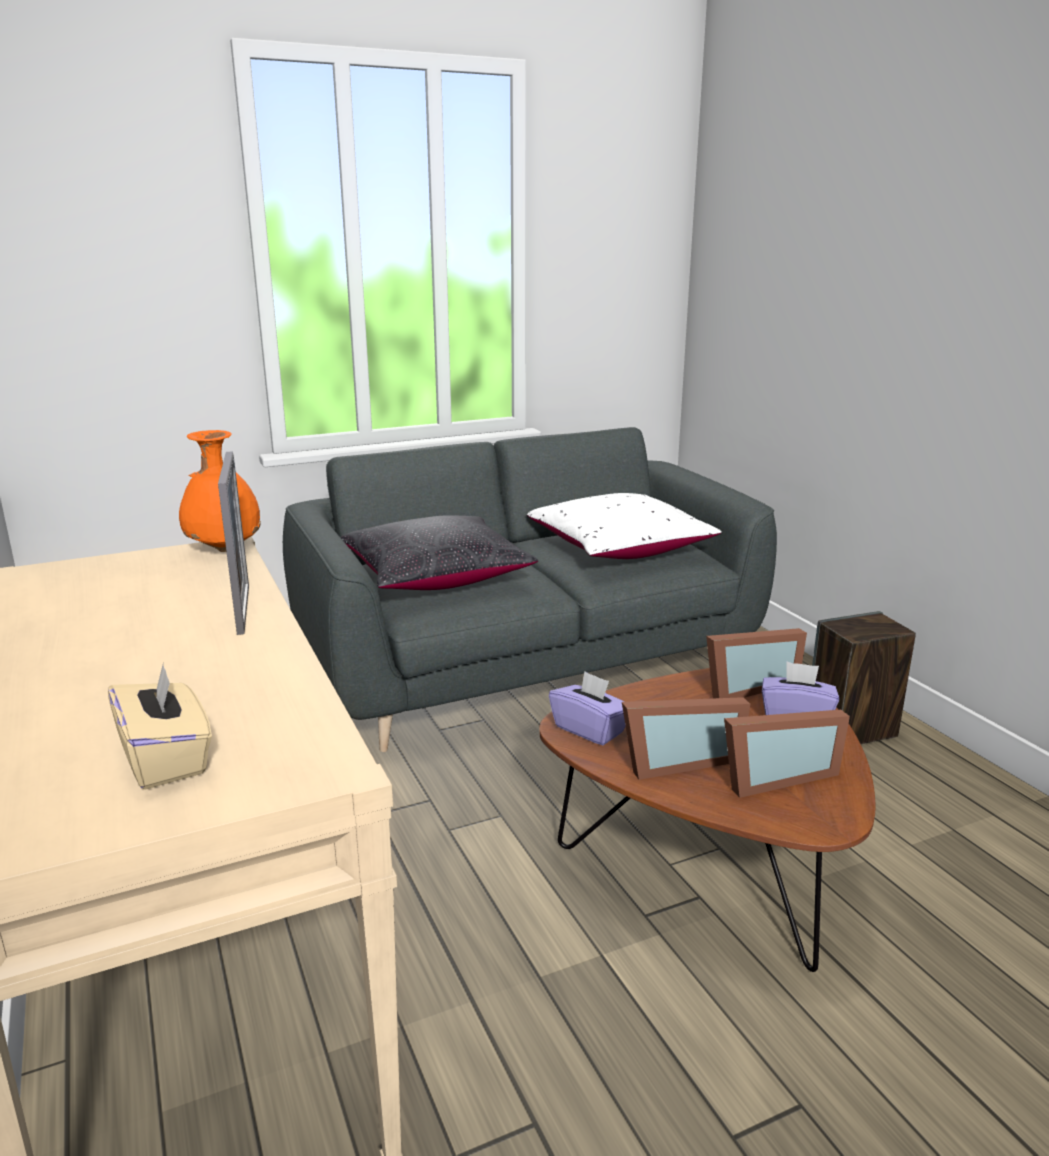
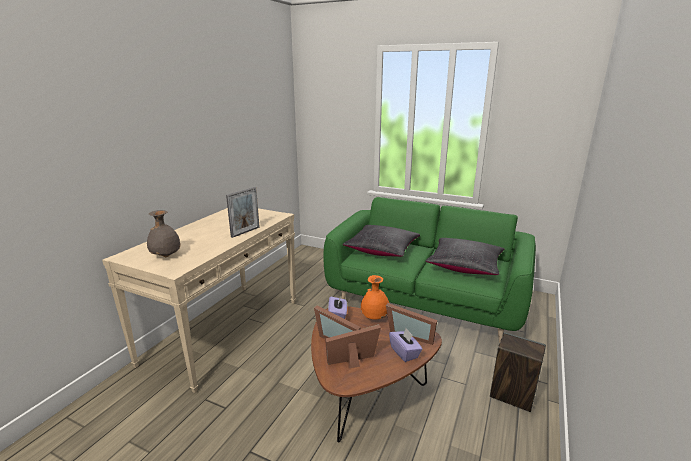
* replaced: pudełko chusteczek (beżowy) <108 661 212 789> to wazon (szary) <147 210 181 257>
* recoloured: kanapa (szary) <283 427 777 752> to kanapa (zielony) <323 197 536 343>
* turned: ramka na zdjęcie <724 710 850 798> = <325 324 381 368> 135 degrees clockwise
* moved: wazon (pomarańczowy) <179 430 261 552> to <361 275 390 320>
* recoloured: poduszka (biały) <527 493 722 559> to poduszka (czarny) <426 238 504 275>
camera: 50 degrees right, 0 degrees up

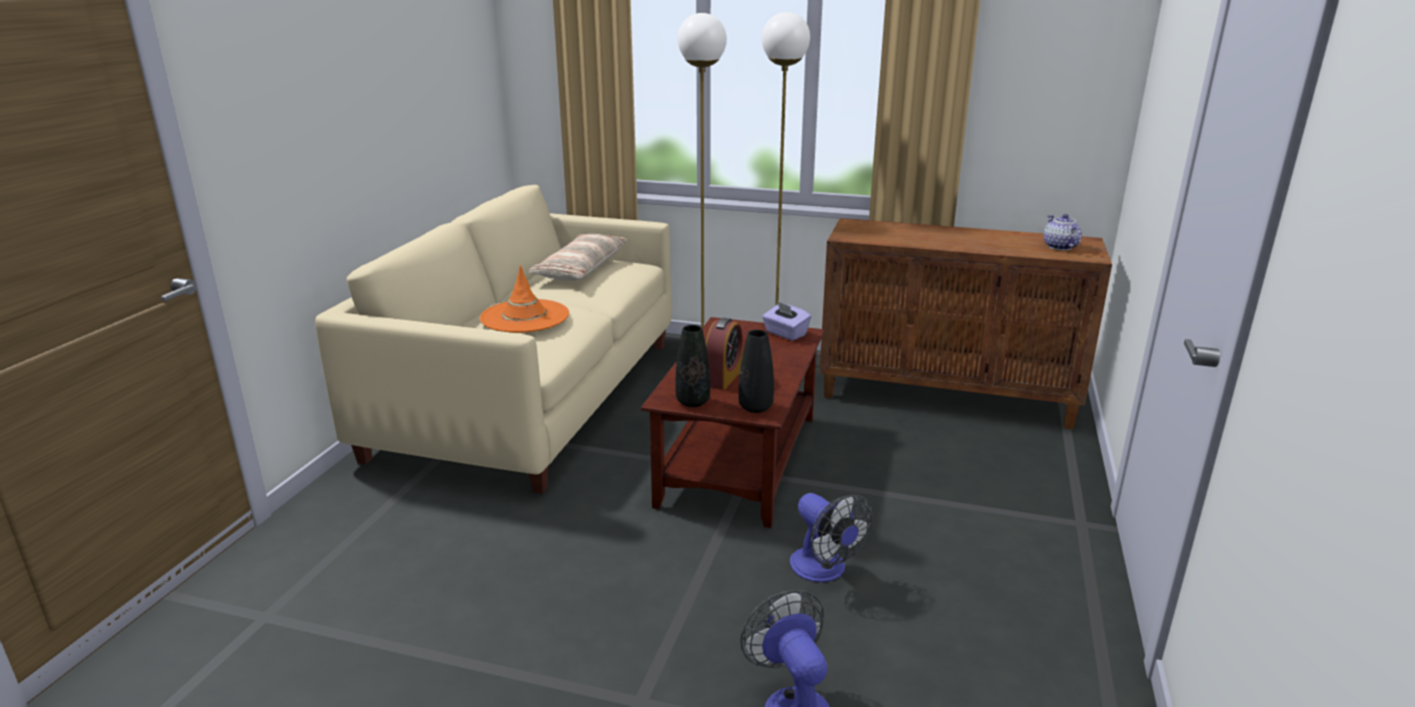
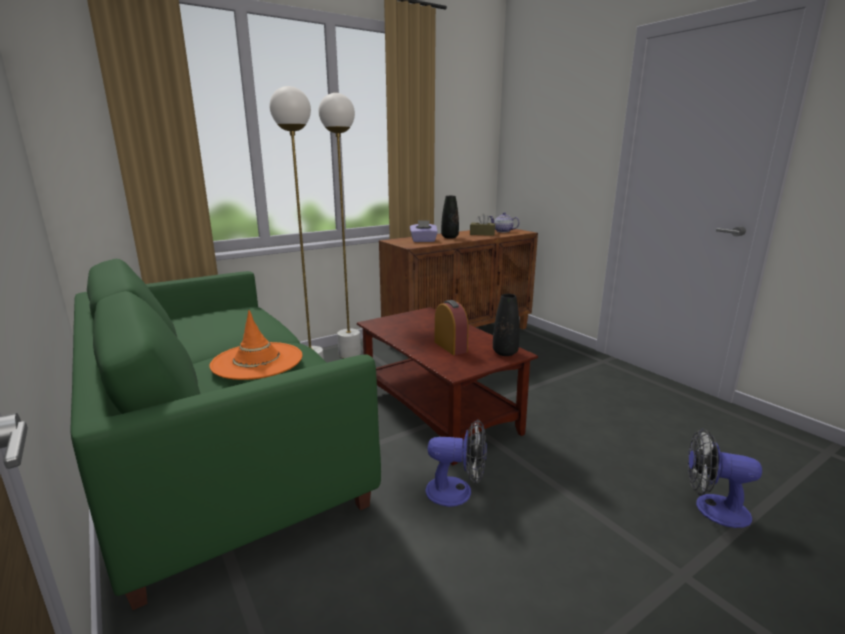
* recoloured: kanapa (beżowy) <315 185 672 494> to kanapa (zielony) <70 259 381 610>
* moved: pudełko chusteczek (fioletowy) <762 301 811 341> to <410 220 438 242>
* moved: wentylator <790 493 873 582> to <425 419 487 507>
* moved: wazon (czarny) <675 325 710 407> to <441 196 459 239>
* added: pudełko chusteczek (brązowy) <470 214 495 236>
* removed: poduszka <529 234 629 281>
camera: 50 degrees left, 5 degrees down

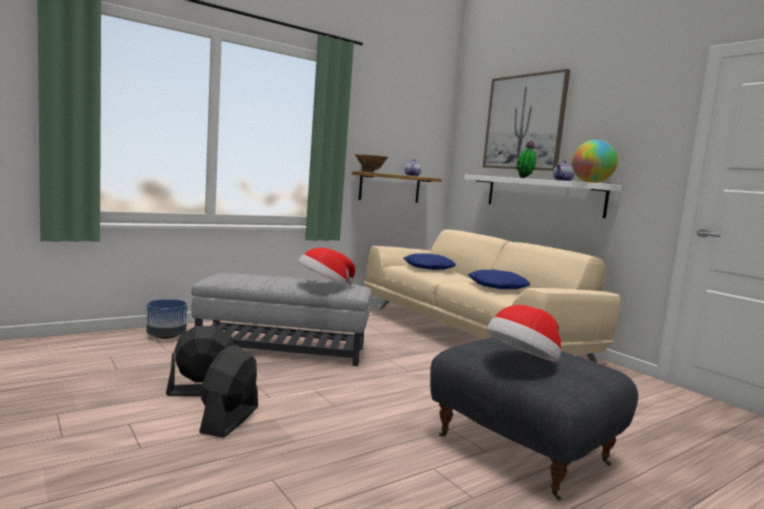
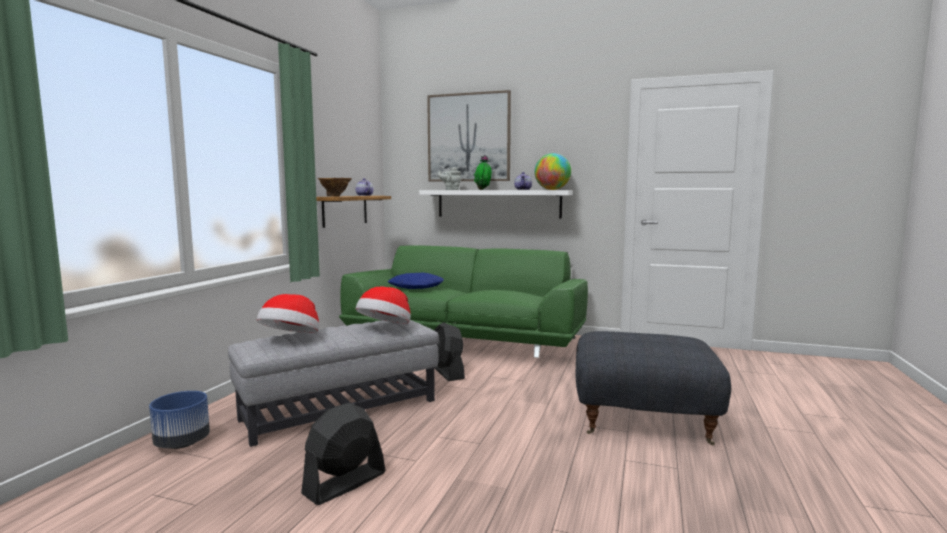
* moved: kapelusz <486 305 561 362> to <257 294 319 333>
* recoloured: kanapa (beżowy) <363 229 620 363> to kanapa (zielony) <339 245 588 358>
* moved: wentylator (czarny) <199 345 258 438> to <434 322 465 381>
* added: imbryk (szary) <438 167 461 190>
* removed: poduszka (niebieski) <468 270 530 289>
camera: 35 degrees left, 0 degrees up

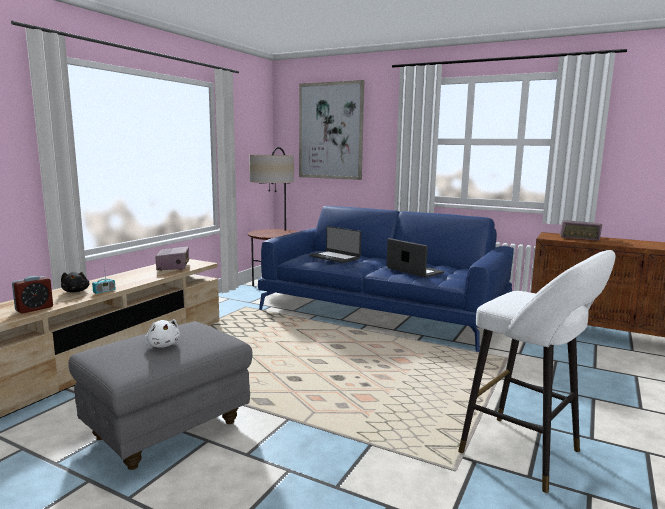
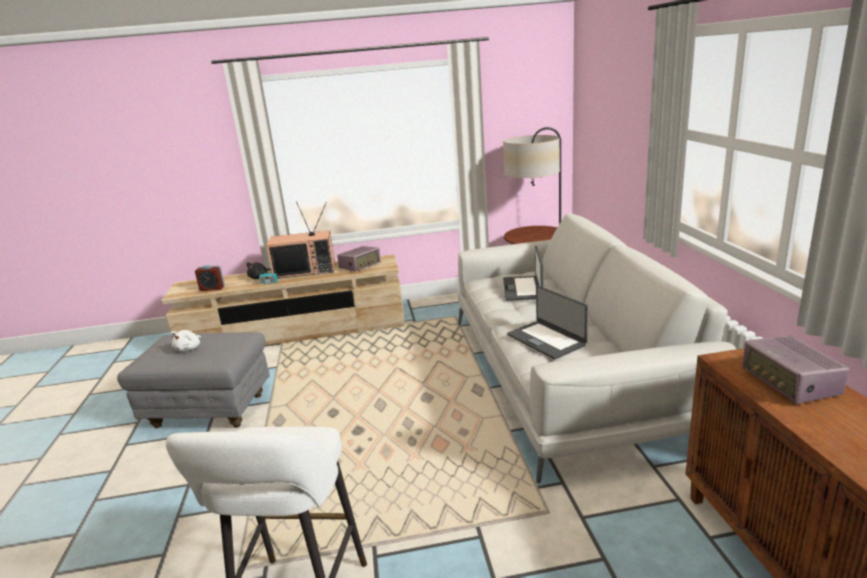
* added: telewizor <266 201 335 279>
* recoloured: kanapa (niebieski) <258 206 514 352> to kanapa (biały) <458 213 736 484>
* turned: laptop <387 238 444 278> = <507 285 588 359> 135 degrees clockwise
* removed: obraz <299 80 365 180>
camera: 55 degrees right, 10 degrees up

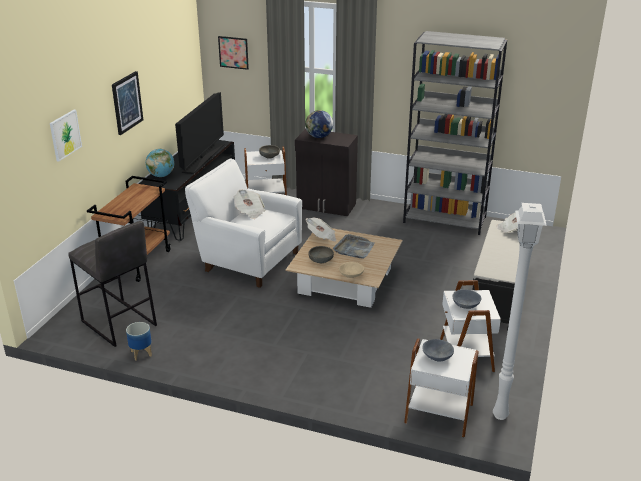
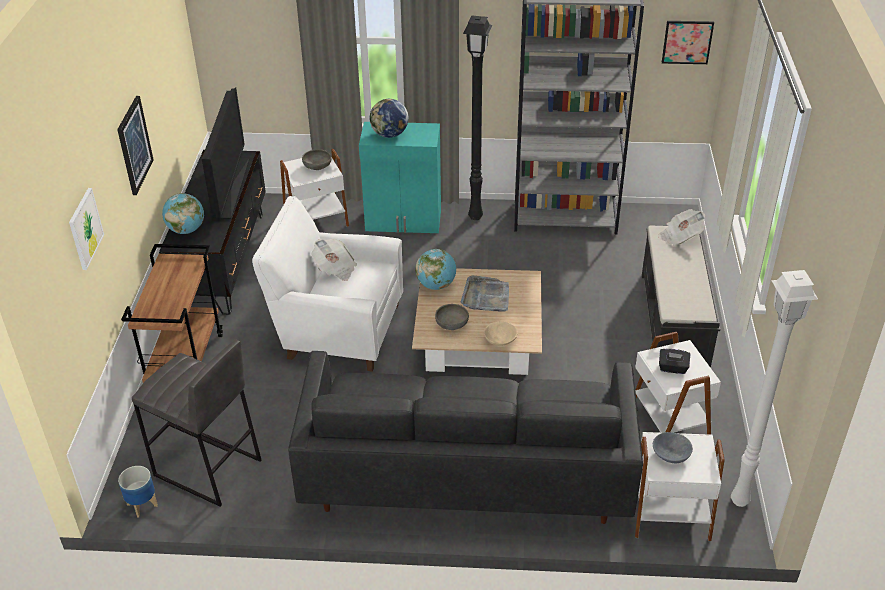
* moved: donica <126 322 152 361> to <118 466 158 517>
* added: kanapa (czarny) <288 351 643 524>
* recoloured: szafka (czarny) <295 129 358 216> to szafka (turkusowy) <359 122 441 233>
* replaced: gazeta <306 218 336 242> to globus <415 249 456 290>
* added: lampa stojąca (czarny) <463 15 492 220>
* replaced: miska (szary) <453 289 482 309> to pudełko chusteczek (czarny) <659 349 690 374>
* moved: obraz <218 36 249 70> to <662 21 714 64>
camera: 15 degrees left, 10 degrees up

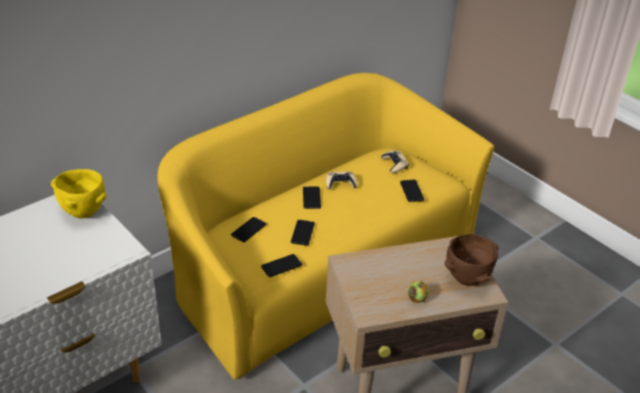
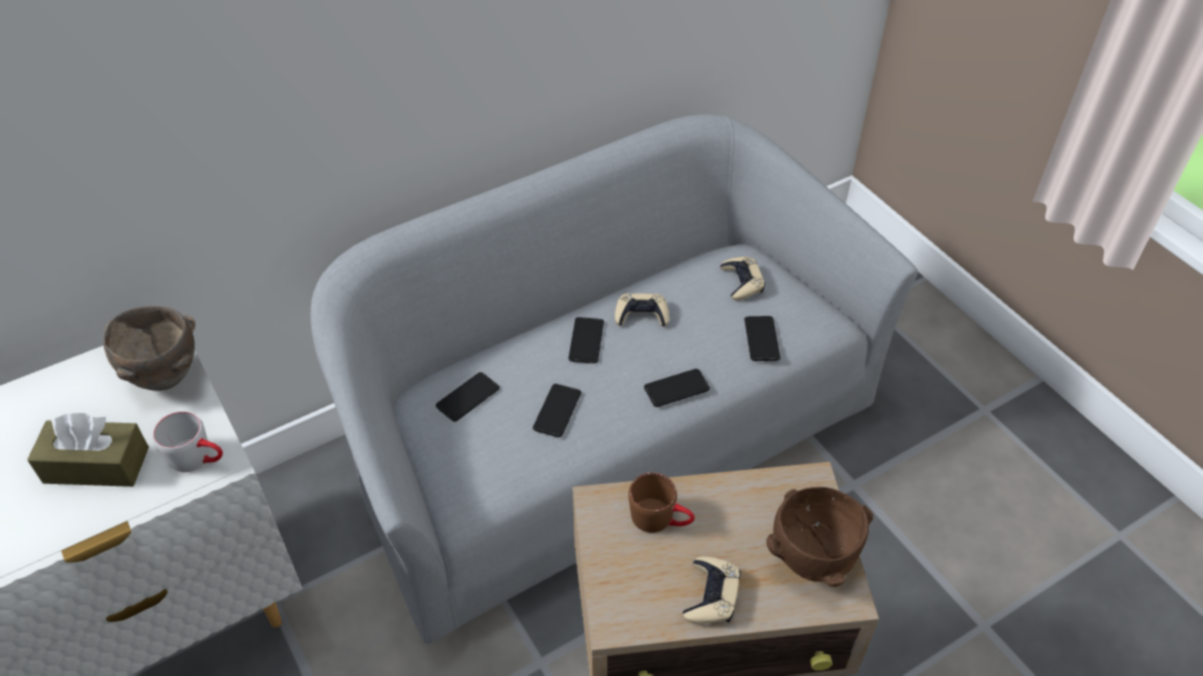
* added: pudełko chusteczek (brązowy) <27 413 149 487>
* recoloured: miska (żółty) <51 169 107 218> to miska (brązowy) <103 306 195 391>
* added: kubek (szary) <153 411 223 472>
* recoloured: kanapa (żółty) <157 73 495 380> to kanapa (szary) <311 114 918 644>
* added: kubek (brązowy) <628 472 695 533>
* moved: telefon <261 254 302 277> to <644 369 710 407>
* replaced: jabłko <408 281 429 303> to pad do gier (beżowy) <683 557 741 624>
camera: 10 degrees right, 10 degrees up

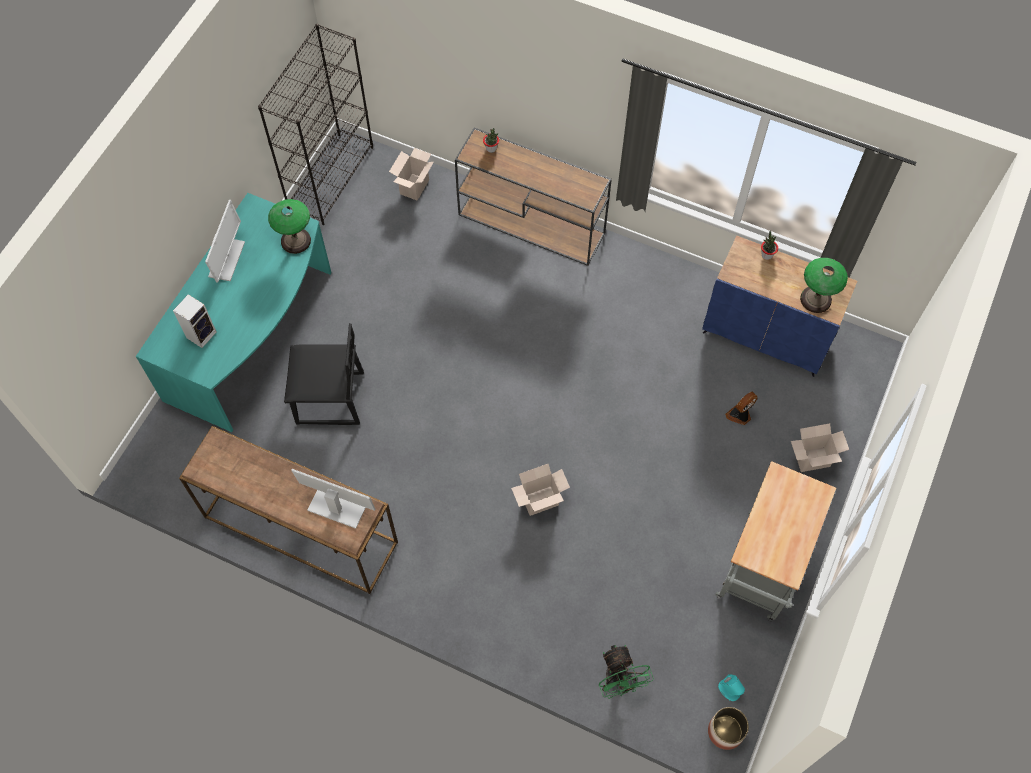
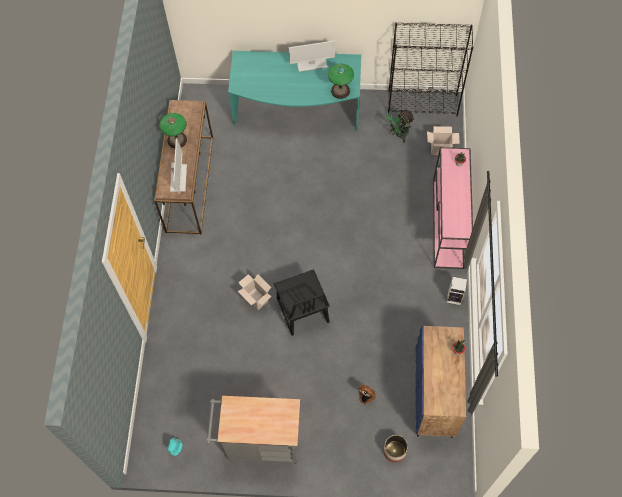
* moved: lampa stołowa <800 258 848 313> to <159 113 187 148>
* moved: krzesło (czarny) <284 323 364 425> to <274 269 330 336>
* moved: donica <708 707 749 750> to <383 435 408 463>
* moved: wentylator (zielony) <599 645 654 699> to <384 110 415 143>
* recoloured: stolik konsolowy (brązowy) <455 127 612 266> to stolik konsolowy (różowy) <433 147 473 269>
* moved: głośnik <173 294 216 348> to <447 277 467 305>
* removed: karton <791 423 849 472>
camera: 70 degrees right, 0 degrees up

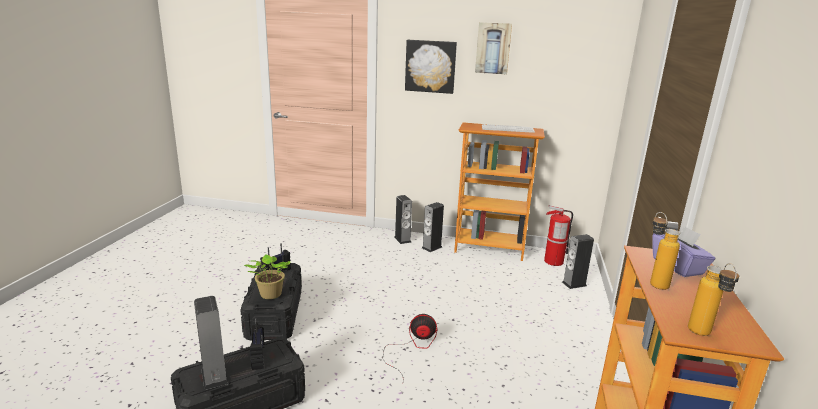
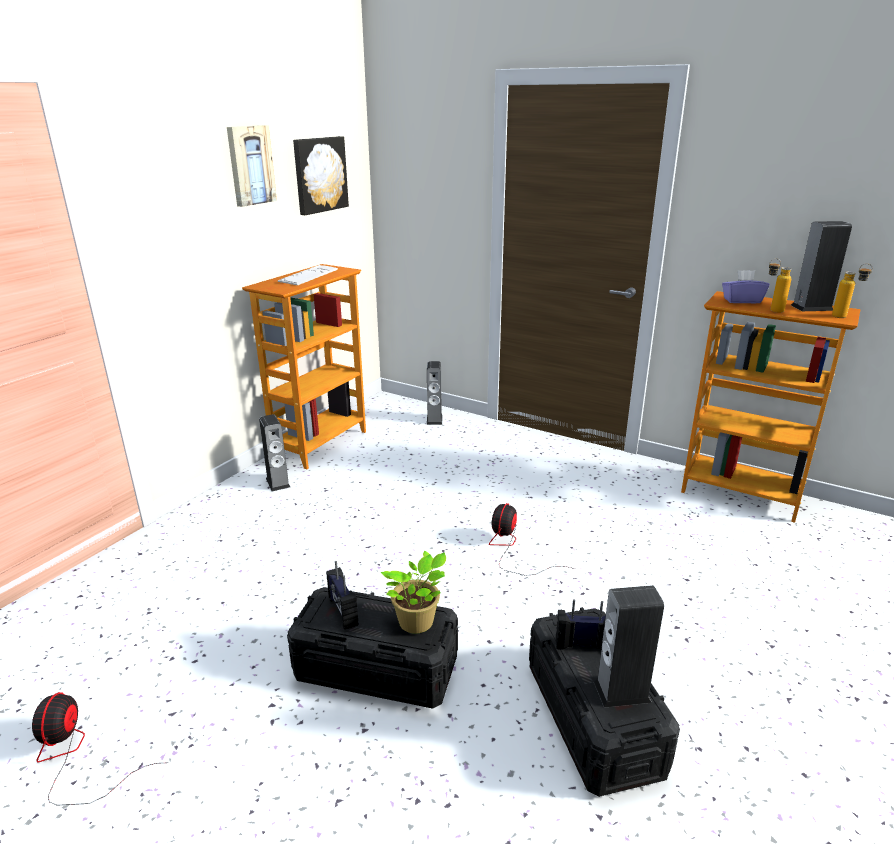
* added: wentylator <32 692 169 806>
* moved: obraz <405 40 457 94> to <293 136 349 215>
* moved: głośnik <394 195 412 244> to <791 221 852 311>
* removed: gaśnica <544 205 573 266>
camera: 70 degrees left, 5 degrees up

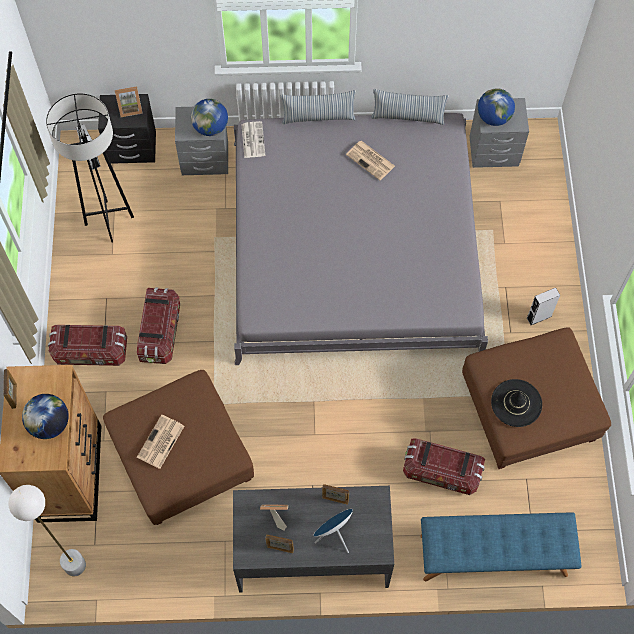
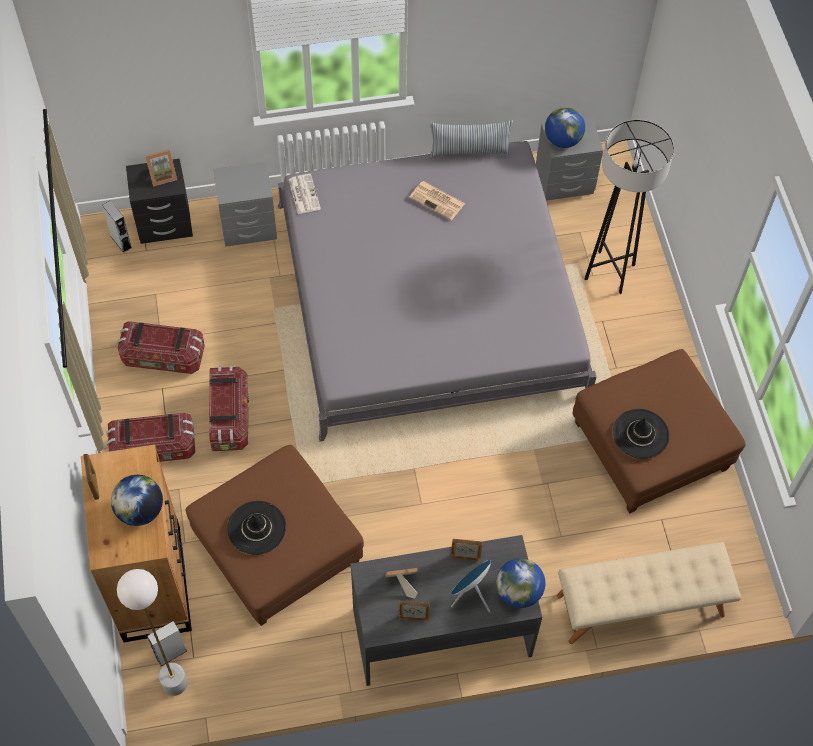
* moved: pojemnik do przechowywania <403 438 485 495> to <118 321 205 374>
* moved: głośnik (szary) <527 288 560 325> to <148 621 187 666>
* replaced: gazeta <137 414 184 469> to kapelusz (czarny) <227 501 286 555>
* moved: globus <191 99 228 136> to <496 558 545 608>
* recoloured: ławka (niebieski) <420 512 582 582> to ławka (beżowy) <557 542 741 644>
* moved: lampa stojąca (szary) <46 93 134 242> to <584 120 674 294>
* removed: poduszka <281 90 356 124>
camera: 10 degrees left, 5 degrees down

